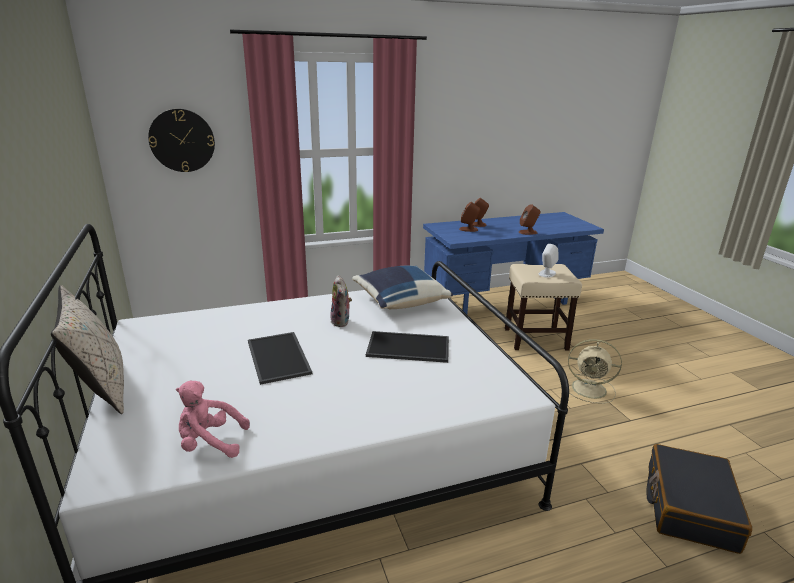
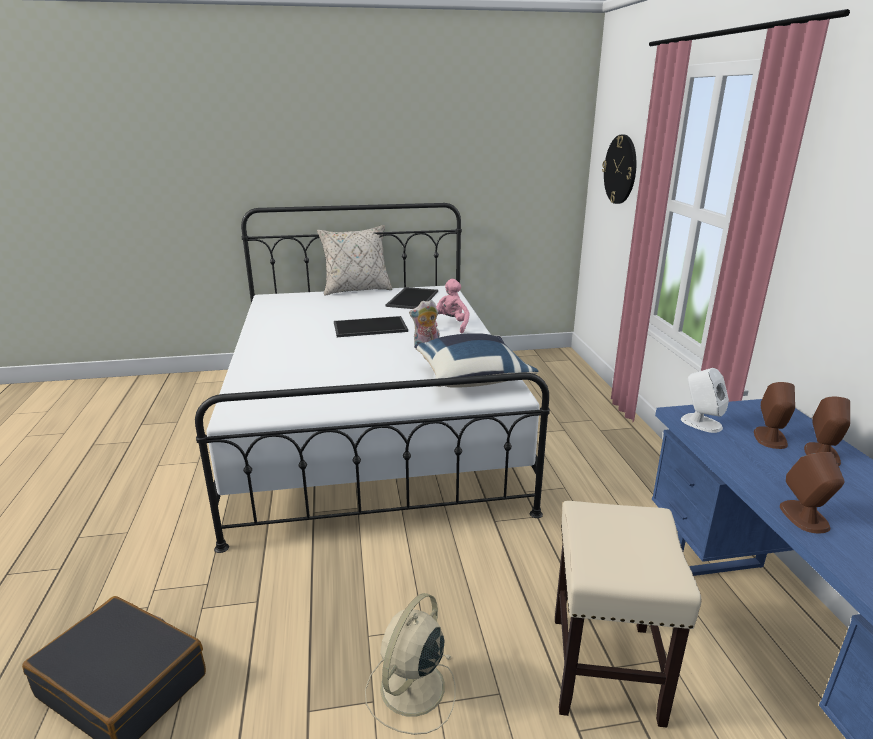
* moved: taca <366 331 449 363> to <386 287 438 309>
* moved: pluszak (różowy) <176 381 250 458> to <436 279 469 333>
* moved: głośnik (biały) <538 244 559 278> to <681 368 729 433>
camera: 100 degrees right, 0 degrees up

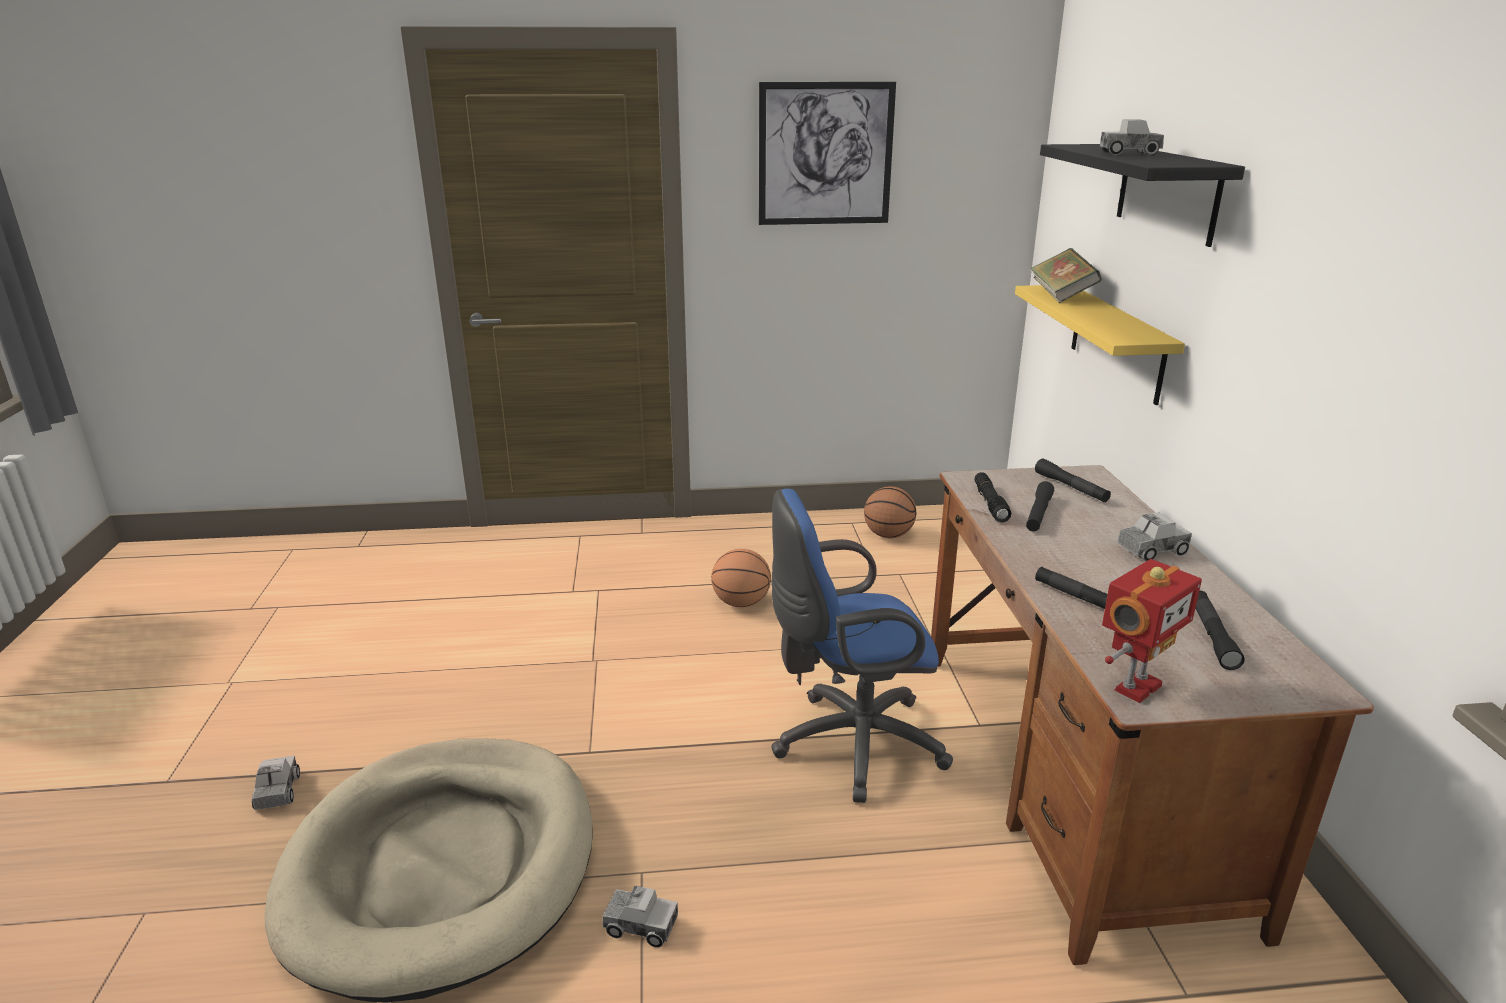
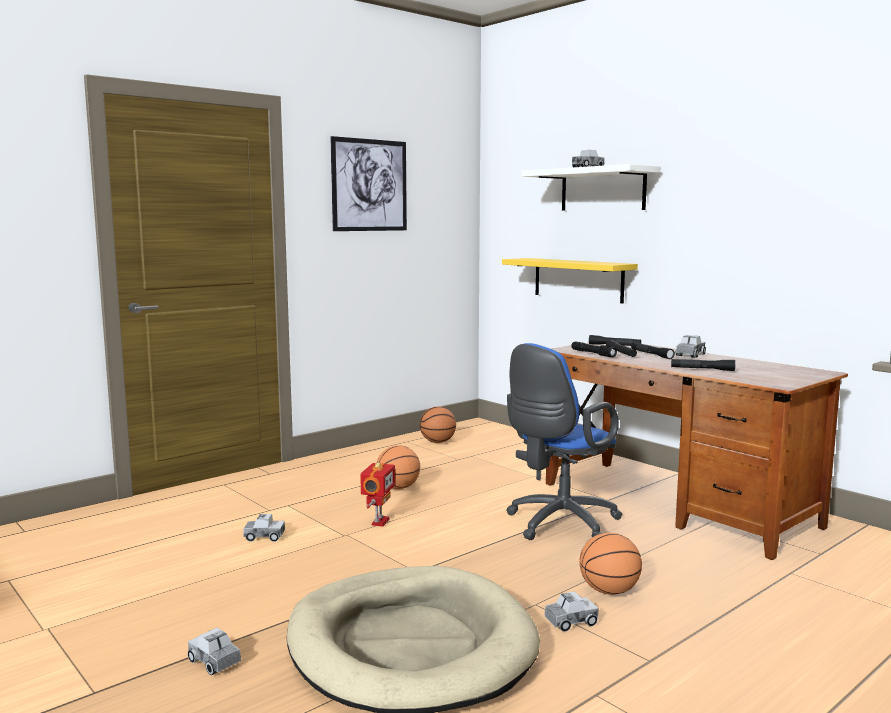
* added: ciężarówka zabawkowa <243 514 285 542>
* moved: robot zabawkowy <1102 559 1202 703> to <360 463 395 526>
* recoloured: półka (czarny) <1040 144 1245 247> to półka (biały) <522 164 661 211>
* added: piłka do koszykówki <579 533 642 595>
* moved: latarka (czarny) <1195 591 1245 670> to <631 342 675 359>
* removed: książka <1031 248 1102 303>
camera: 35 degrees left, 15 degrees down

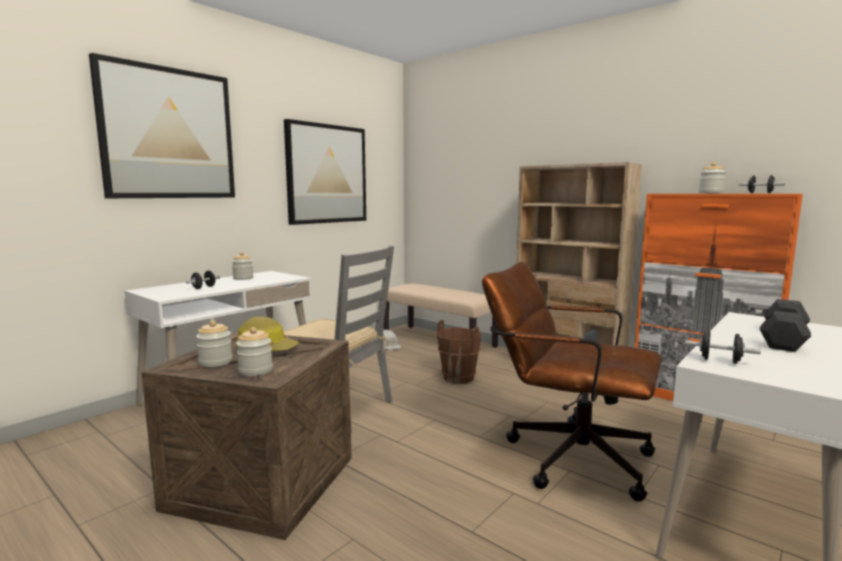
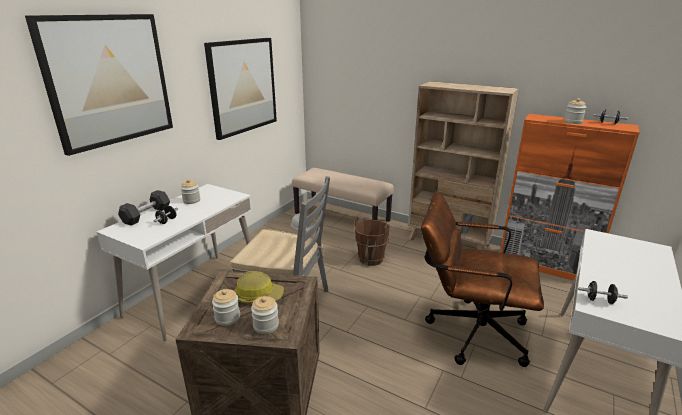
* moved: hantel (szary) <760 299 811 352> to <118 190 170 226>
camera: 10 degrees left, 15 degrees up

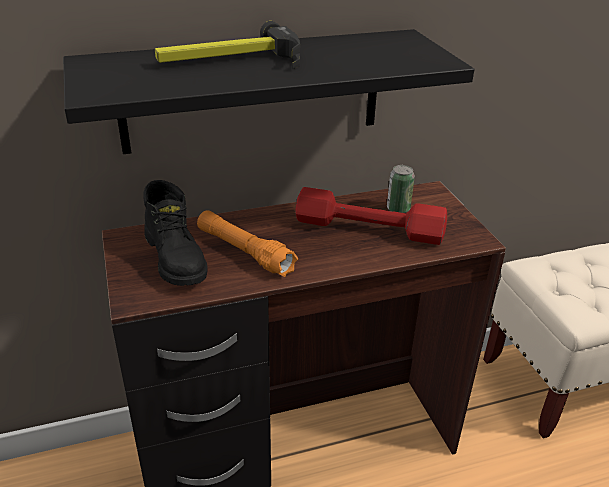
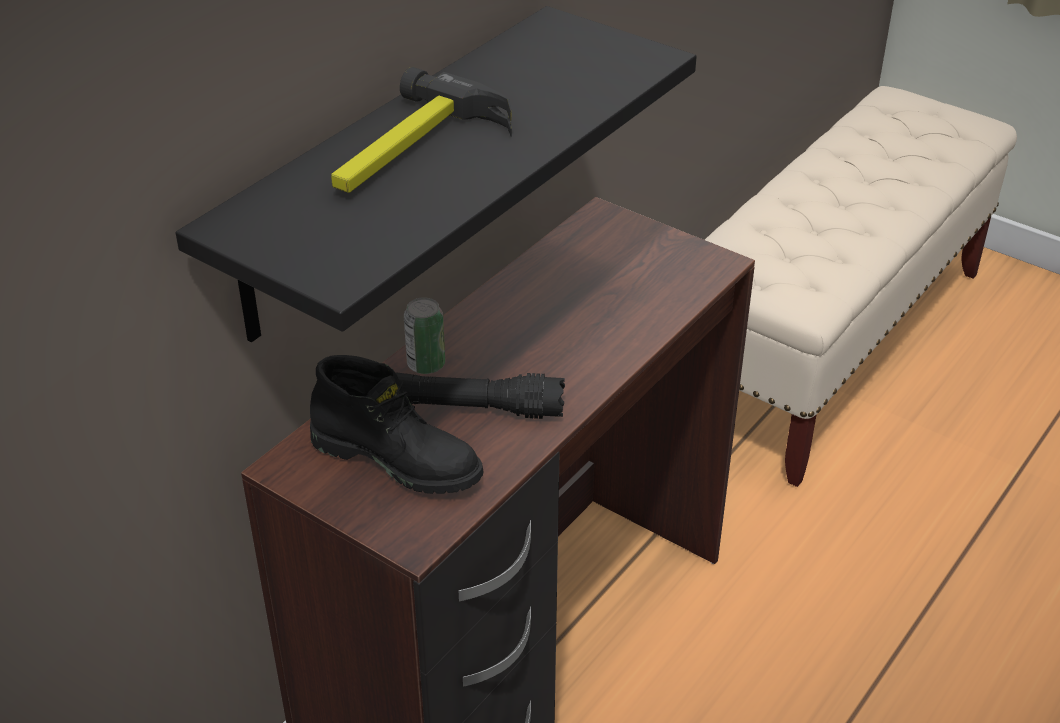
* recoloured: latarka (pomarańczowy) <197 210 298 277> to latarka (czarny) <395 372 565 419>
* moved: puszka <387 165 415 213> to <404 297 445 374>
* removed: hantel (czerwony) <295 187 447 245>
camera: 35 degrees left, 5 degrees up

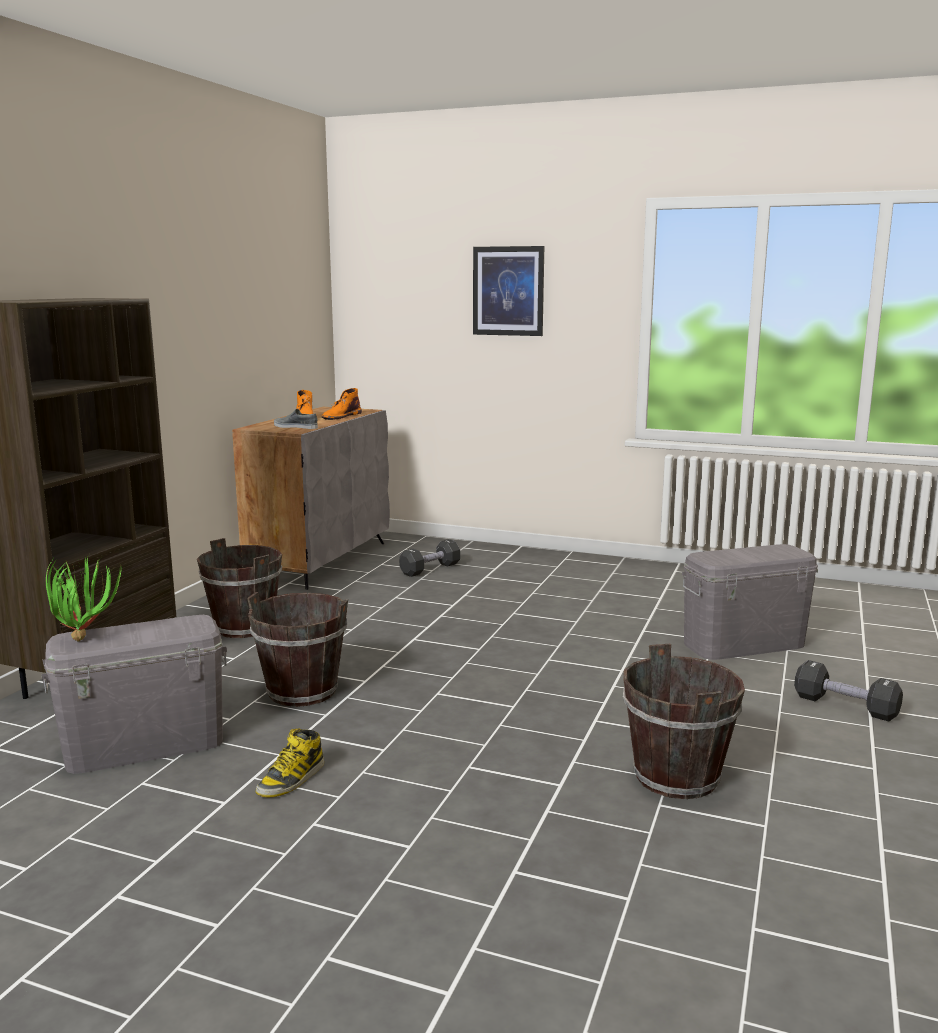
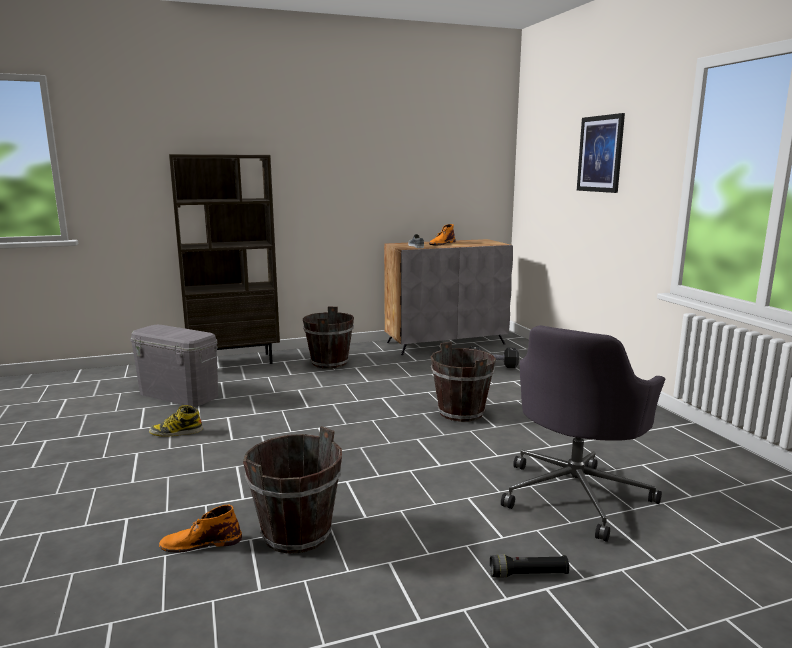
* moved: but z cholewką (pomarańczowy) <322 388 362 420> to <159 505 242 552>
* moved: wiadro (brązowy) <247 592 348 707> to <430 342 496 422>
* replaced: hantel (czarny) <794 660 903 722> to latarka (czarny) <490 555 569 578>
* replaced: pojemnik do przechowywania (szary) <682 544 818 660> to krzesło biurowe (szary) <501 325 665 542>
* removed: roślina doniczkowa <46 556 122 642>
camera: 50 degrees right, 0 degrees up

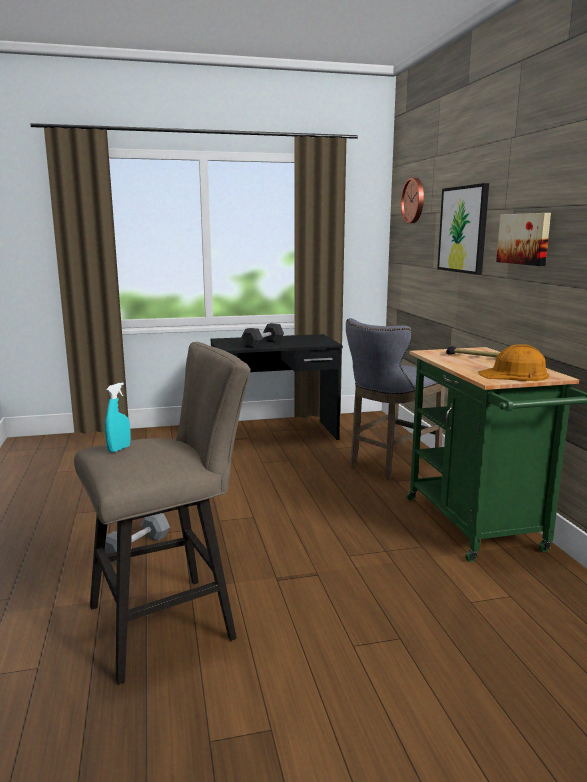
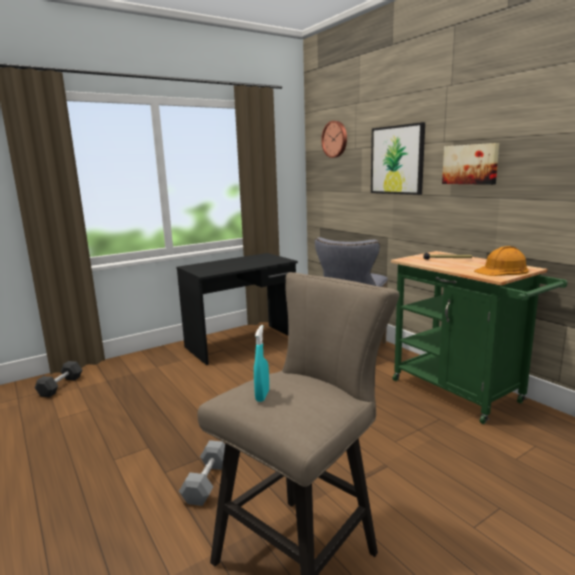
* moved: hantel (czarny) <241 323 284 348> to <35 361 82 397>
camera: 20 degrees left, 0 degrees up

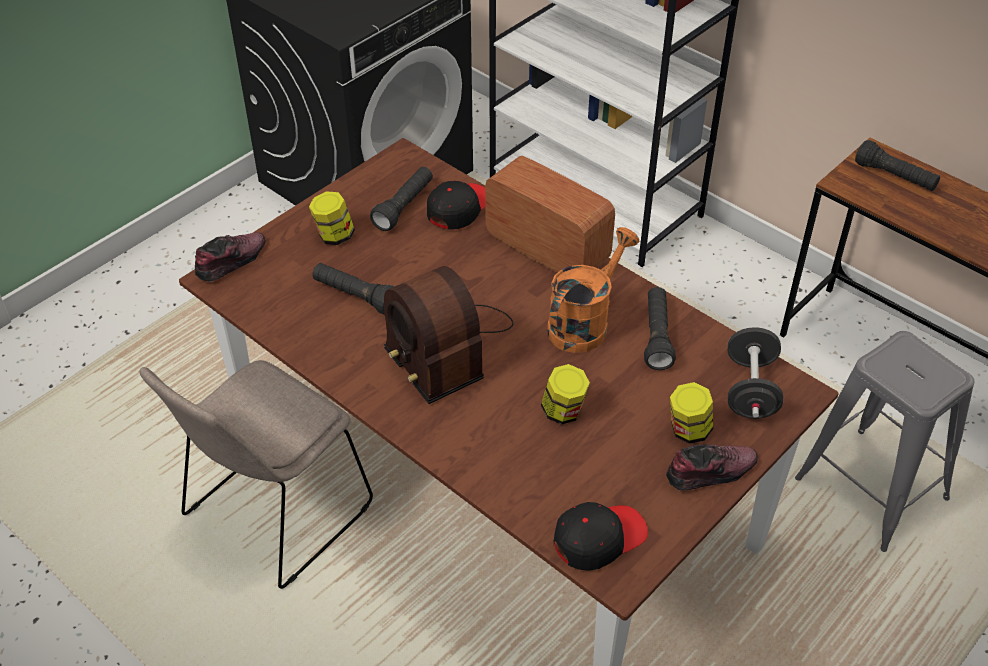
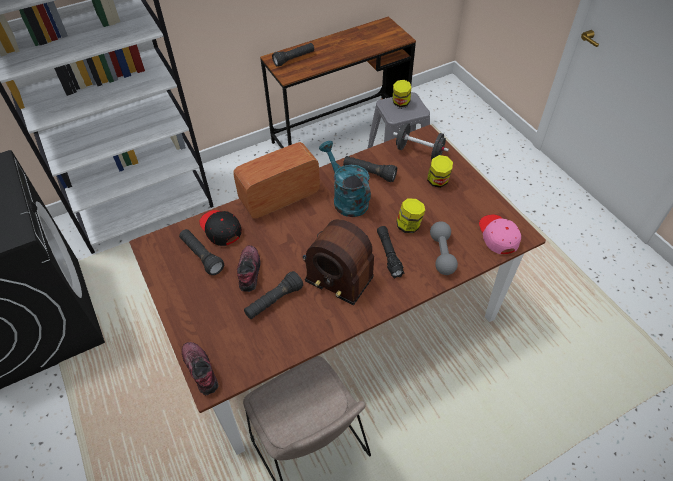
* moved: but <666 444 758 491> to <237 245 261 292>
* turned: radio <383 266 513 404> = <303 219 374 306> 45 degrees clockwise
* recoloured: konewka (pomarańczowy) <547 227 639 353> to konewka (turkusowy) <319 141 371 217>
* added: latarka (czarny) <377 226 404 278>
* moved: słoik <309 191 355 245> to <393 80 411 107>
* added: hantel (szary) <430 221 458 275>
* recoloured: czapka z daszkiem (czarny) <553 502 648 571> to czapka z daszkiem (różowy) <479 214 521 254>
camera: 70 degrees left, 5 degrees up

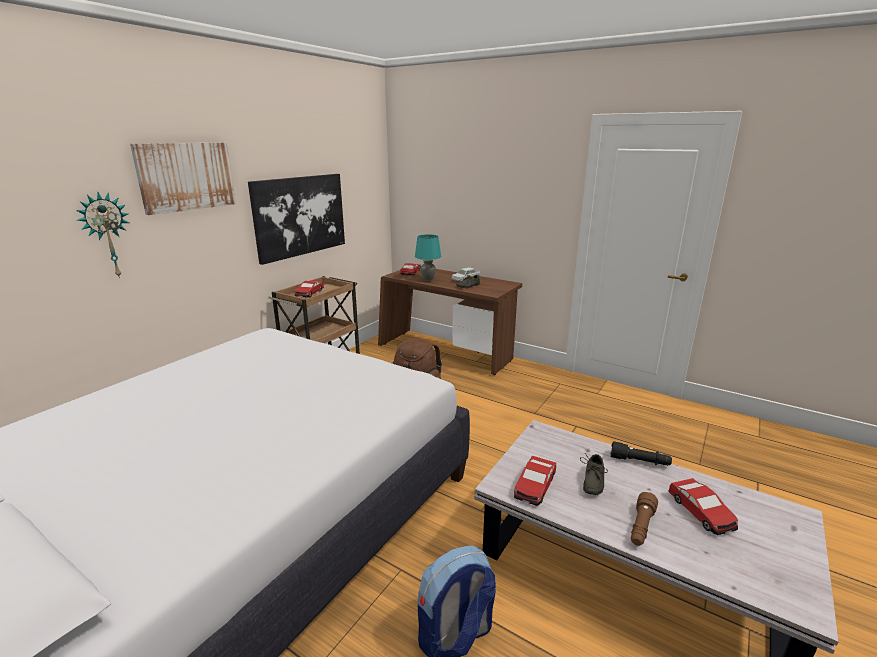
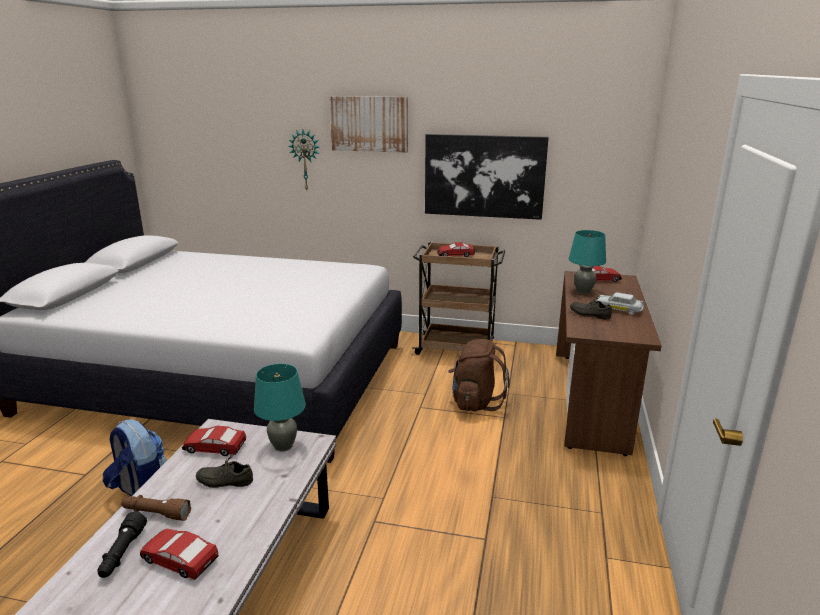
* moved: latarka (czarny) <611 441 672 466> to <98 511 147 578>
* turned: samochodzik <668 478 738 535> = <140 529 219 580> 60 degrees clockwise
* added: lampa stołowa (turkusowy) <254 364 306 451>
camera: 70 degrees right, 0 degrees up

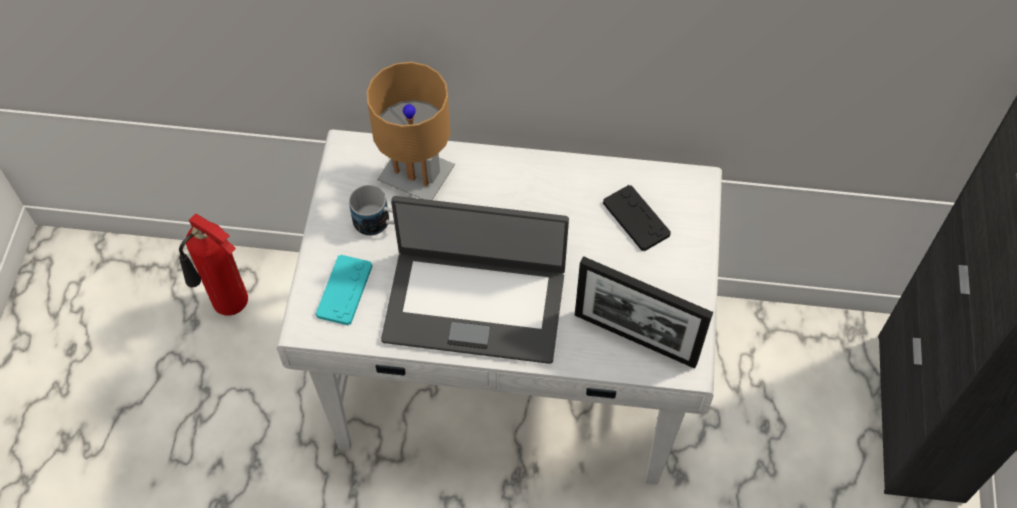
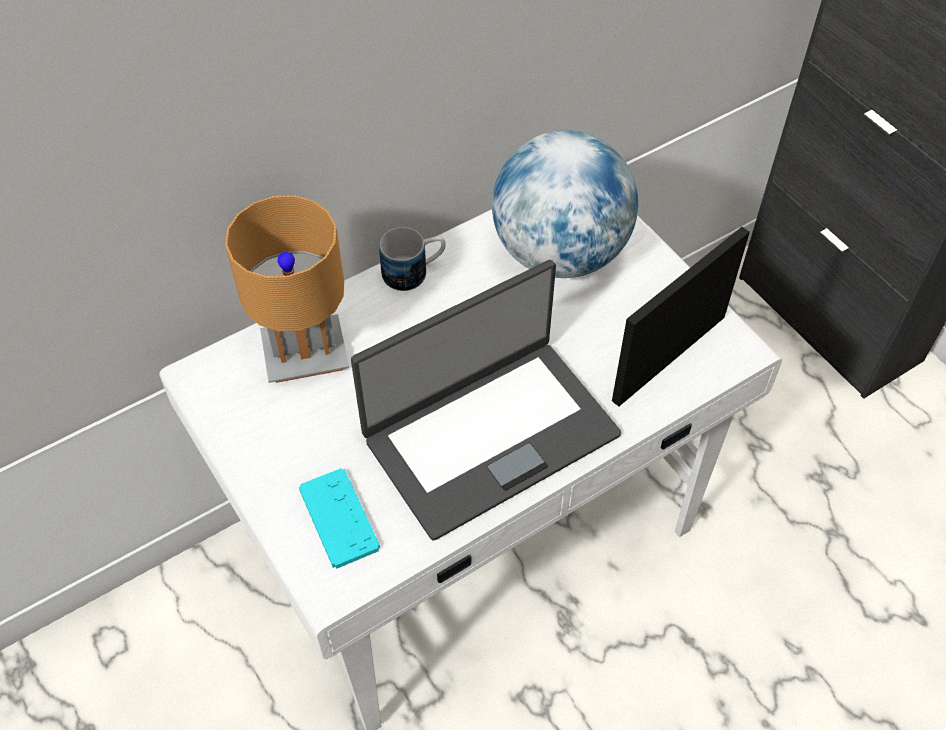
* moved: kubek <349 185 394 236> to <379 227 446 291>
* replaced: pad do gier (czarny) <603 185 671 251> to globus <492 130 638 278>
* turned: ramka na zdjęcie <575 256 713 369> = <612 227 750 407> 150 degrees clockwise
* removed: gaśnica <179 214 248 316>
camera: 40 degrees left, 5 degrees down

